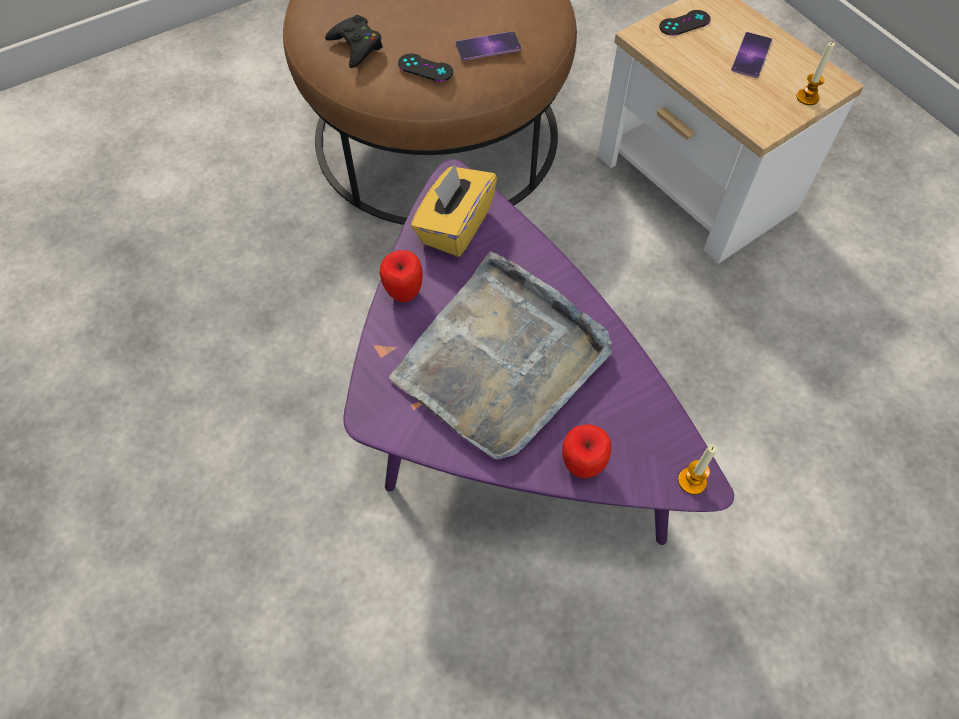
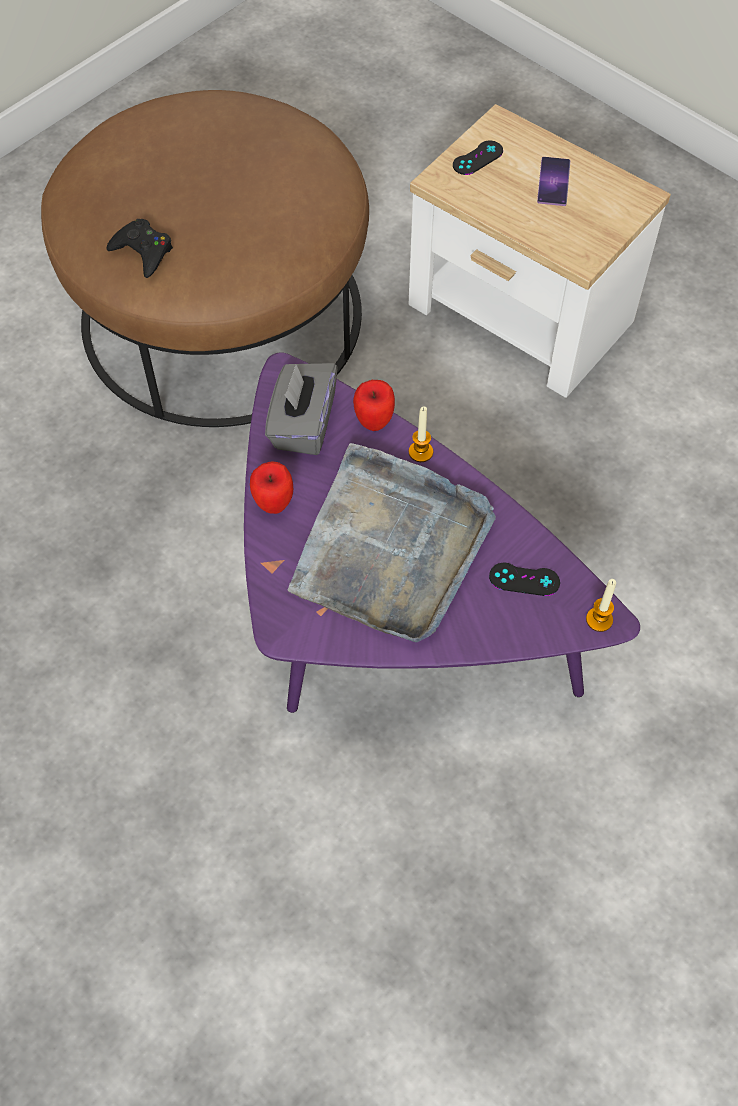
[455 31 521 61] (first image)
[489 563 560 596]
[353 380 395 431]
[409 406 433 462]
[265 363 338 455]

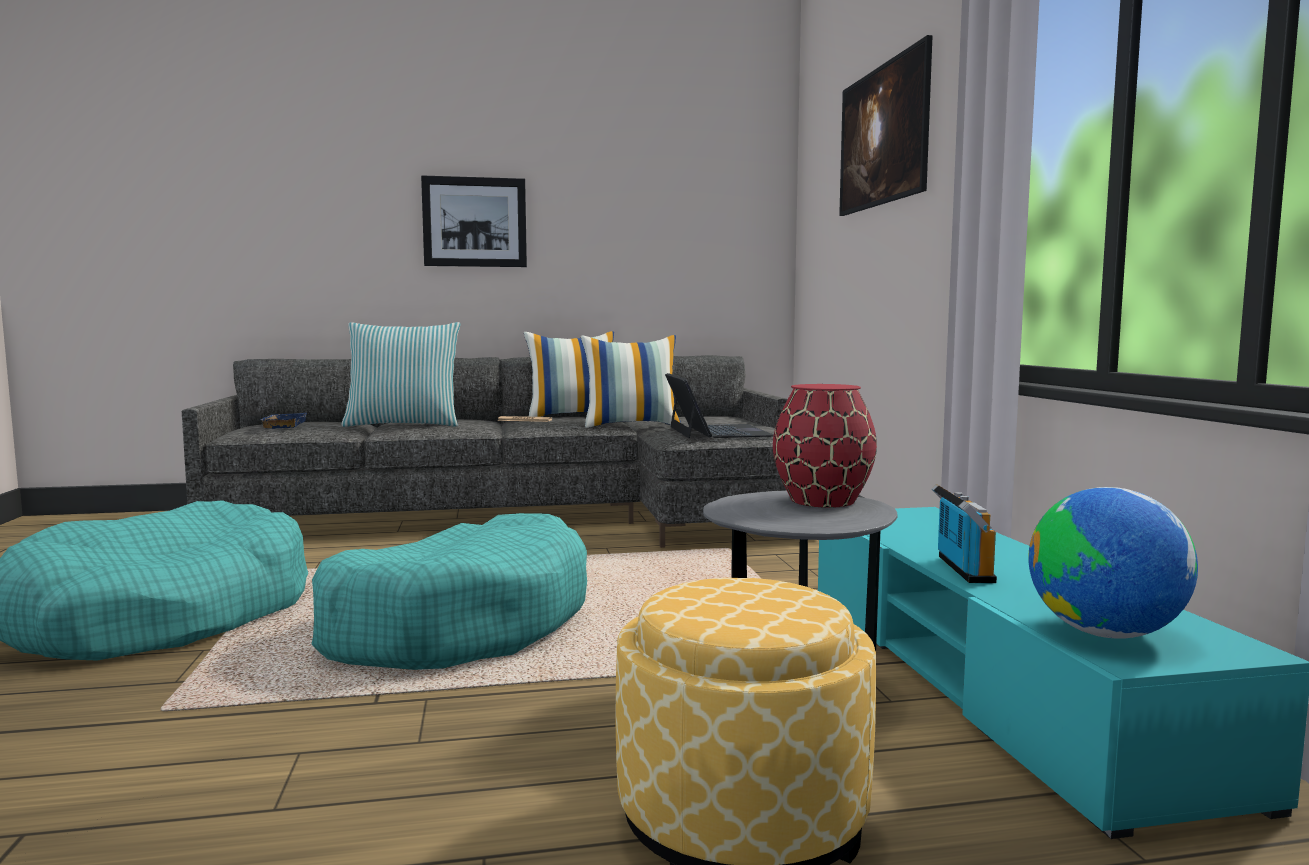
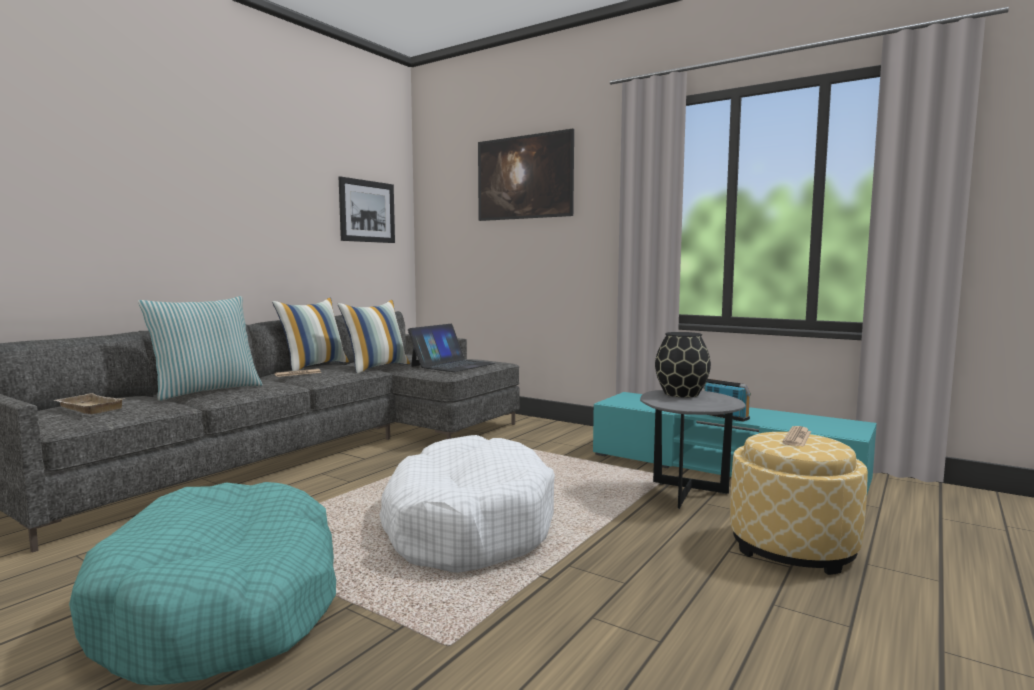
[1028 487 1198 639] (first image)
[782 426 811 447]
[339 176 395 243]
[53 393 125 414]
[379 435 555 573]
[655 332 711 398]
[408 324 495 372]

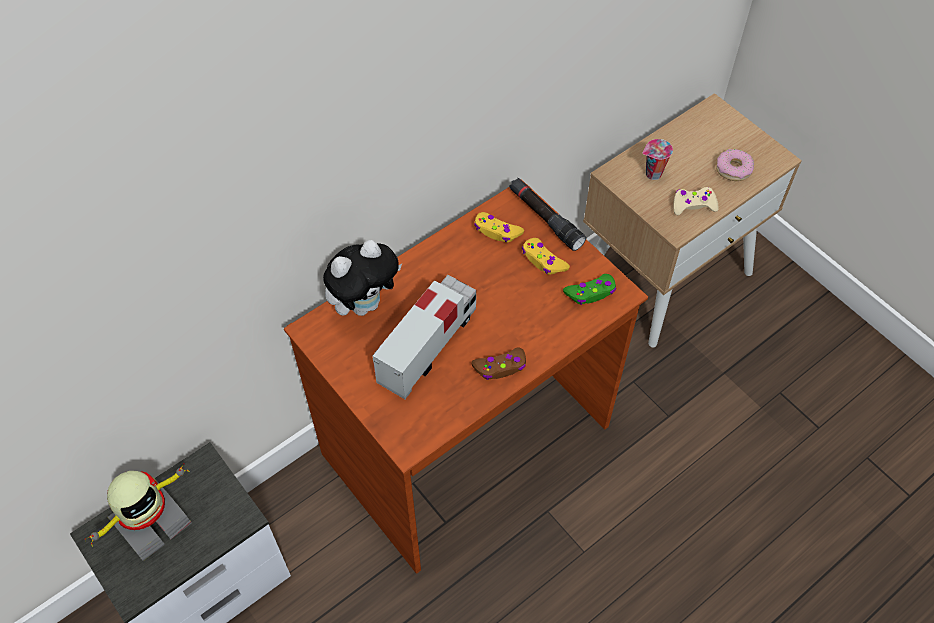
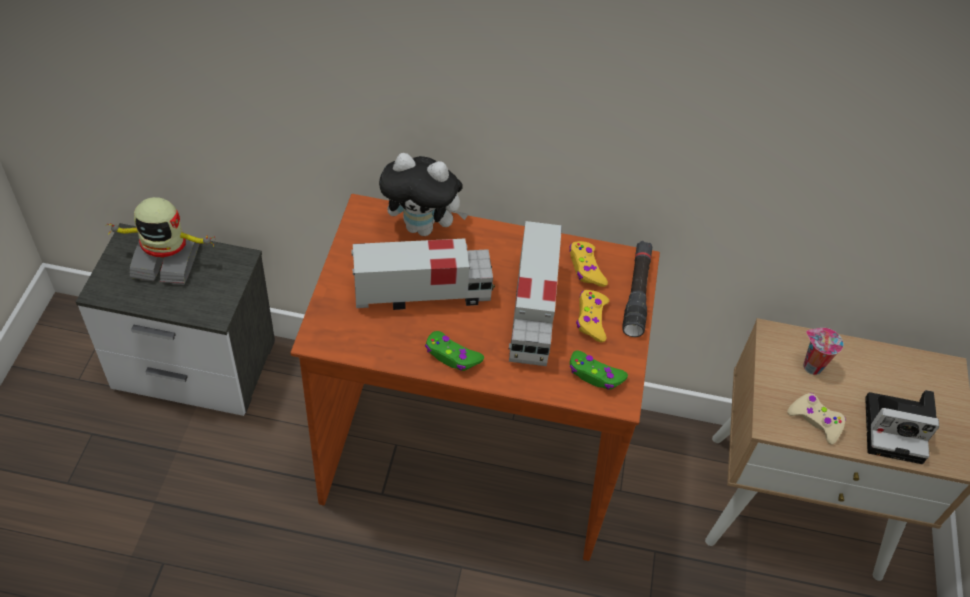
[509 221 562 366]
[865 390 939 464]
[425 331 484 371]

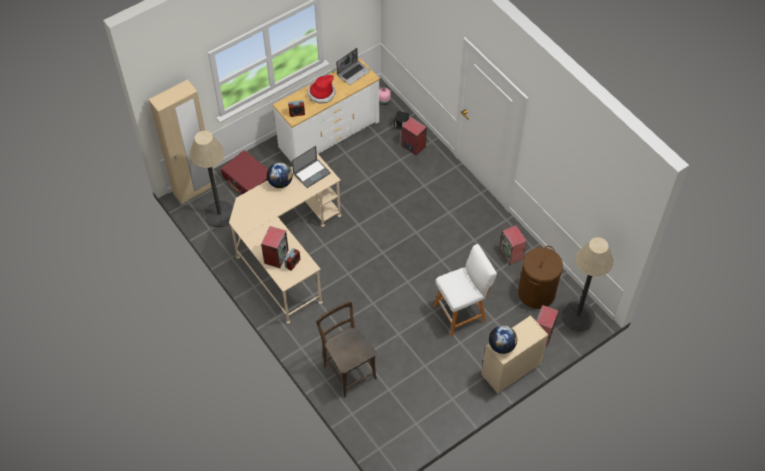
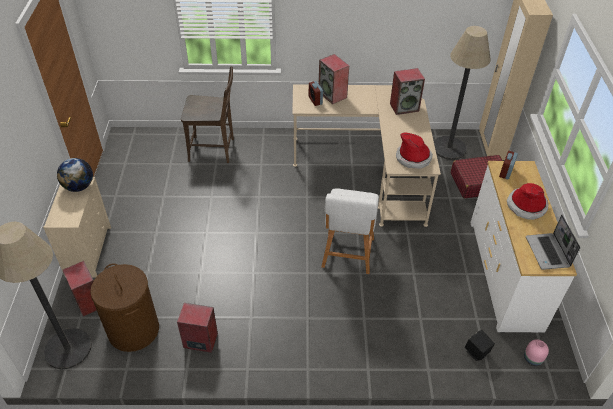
[267 162 293 188] (first image)
[390 68 425 115]
[321 188 379 274]
[396 132 433 168]

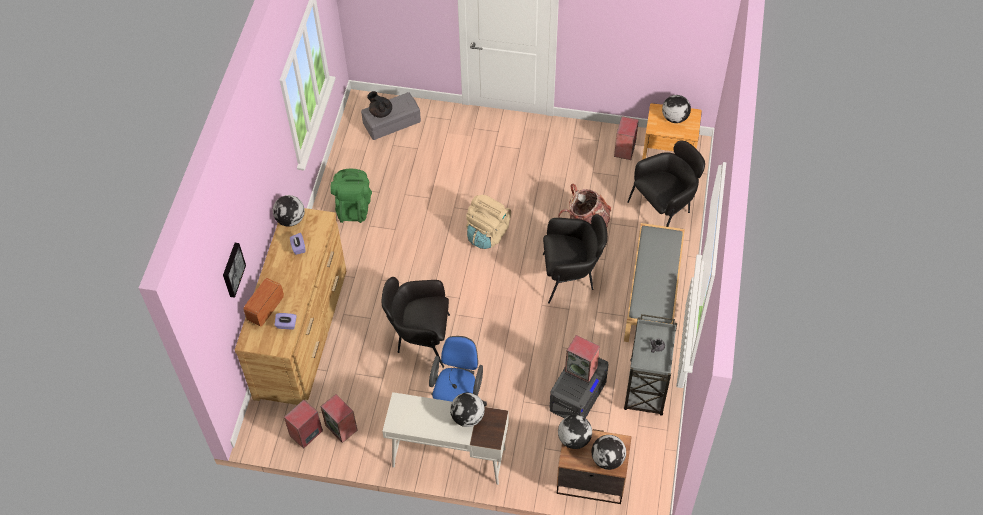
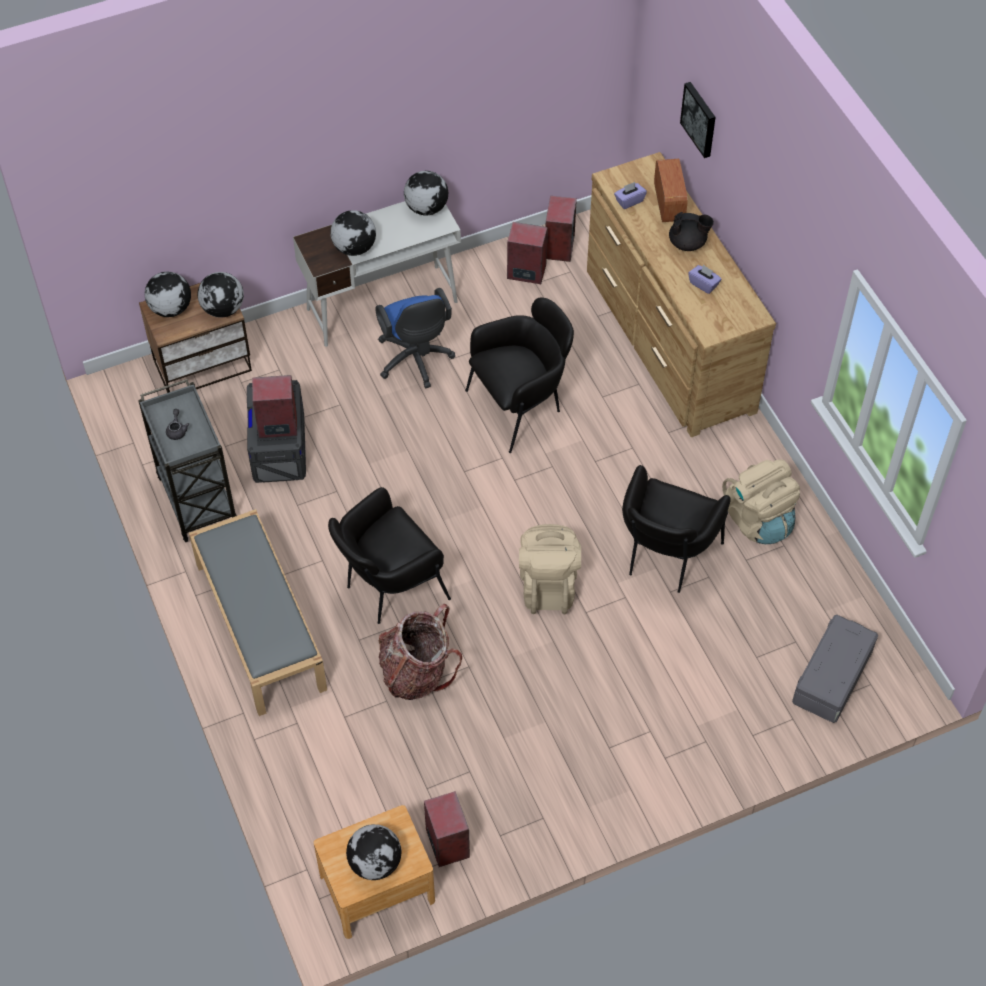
[404 171 448 215]
[669 212 714 251]
[622 465 731 593]
[722 459 800 544]

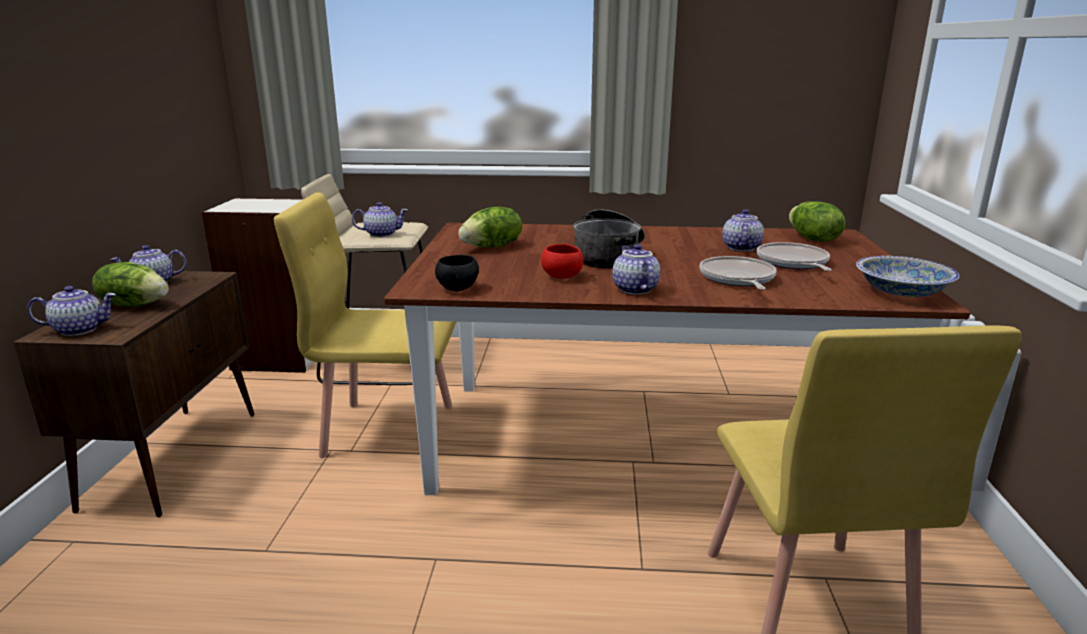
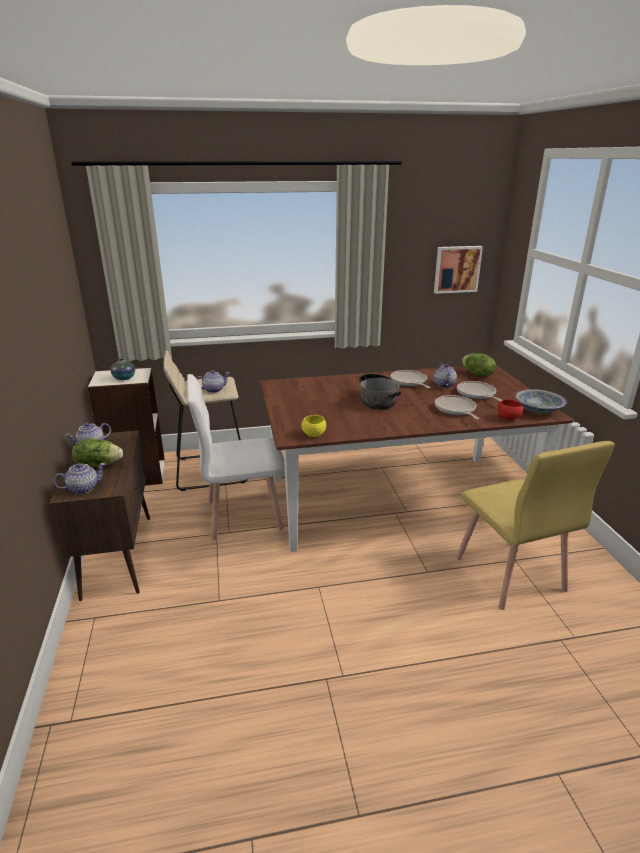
[458 207 522 248] (first image)
[612 244 661 295] (first image)
[111 359 135 380]
[391 370 430 388]
[434 246 483 294]
[497 399 523 420]
[187 374 285 540]
[301 415 326 437]

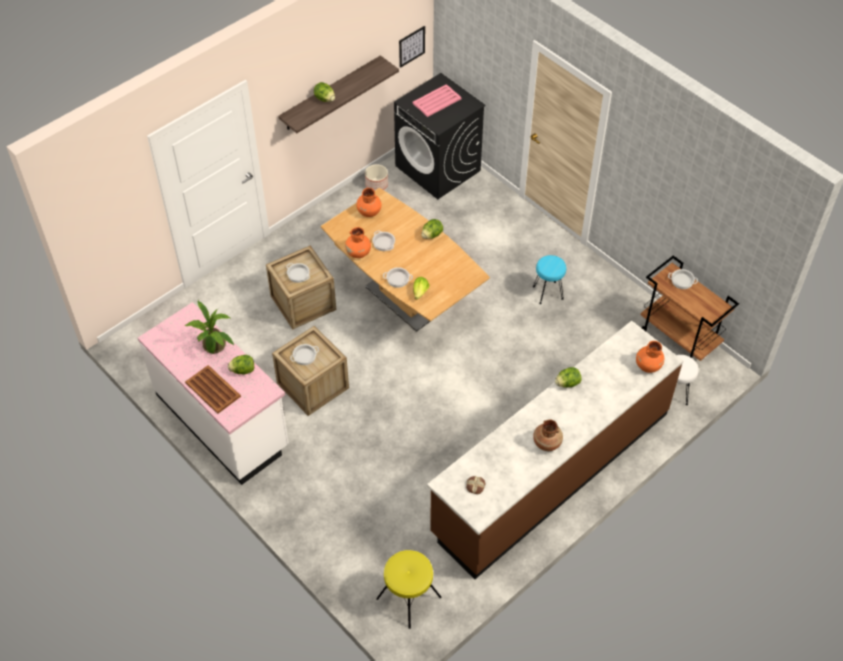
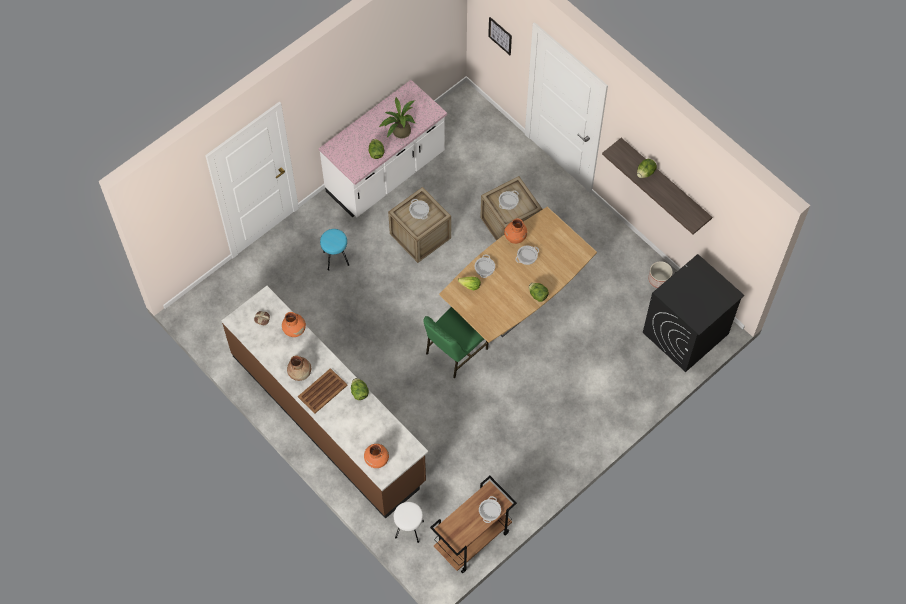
[376 550 442 629] (first image)
[413 84 461 117] (first image)
[424 307 488 378]
[298 368 348 414]
[282 312 306 337]
[488 17 512 55]
[320 229 350 270]

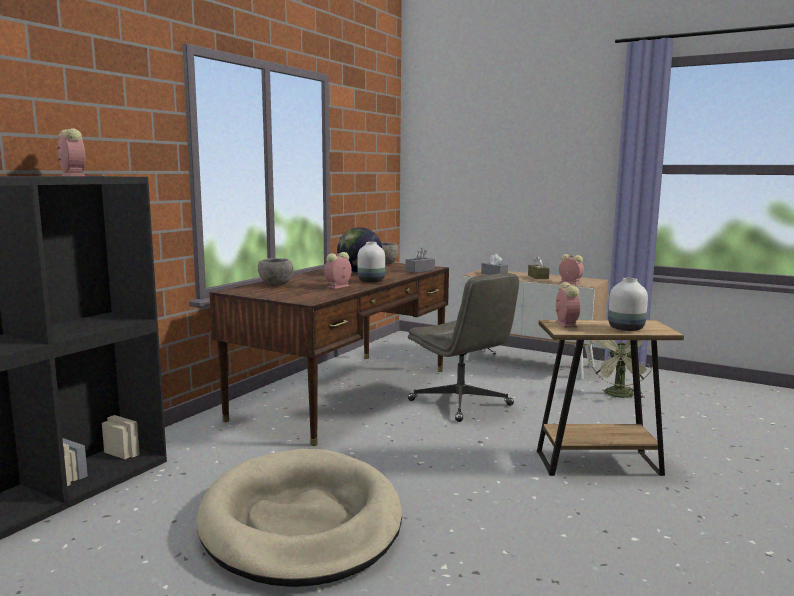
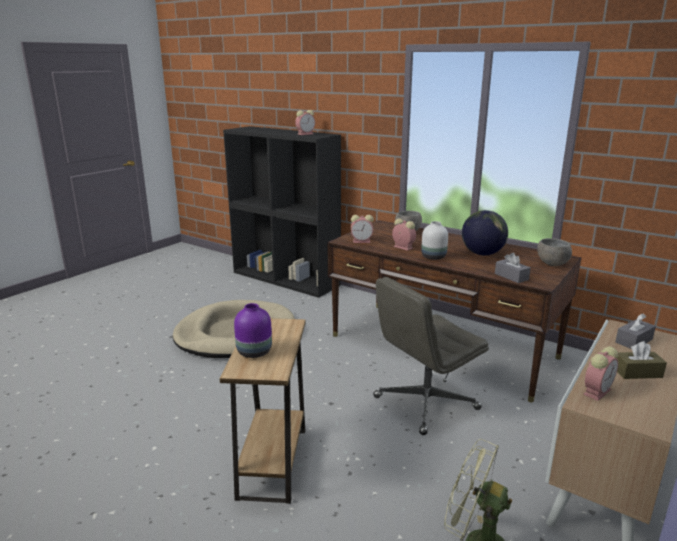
[351 215 374 243]
[234 303 272 358]

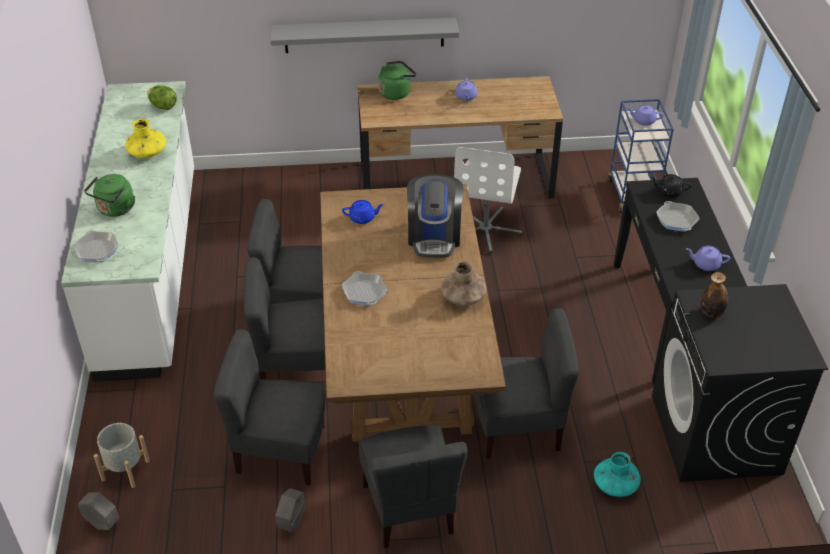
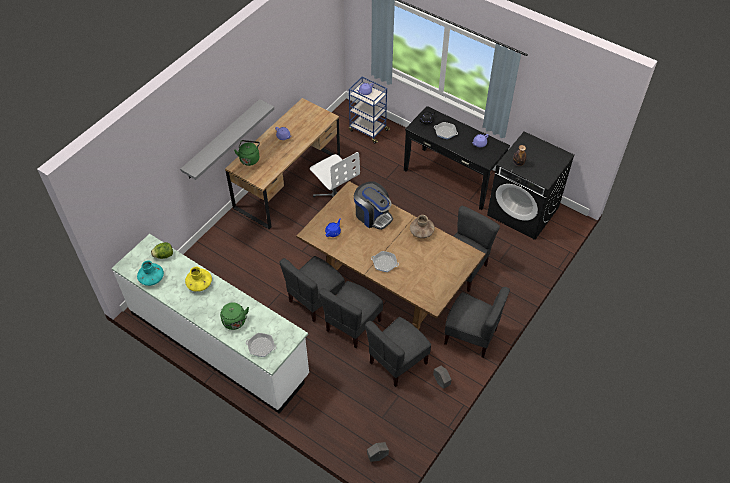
[94 423 150 488] (first image)
[137 260 164 286]

